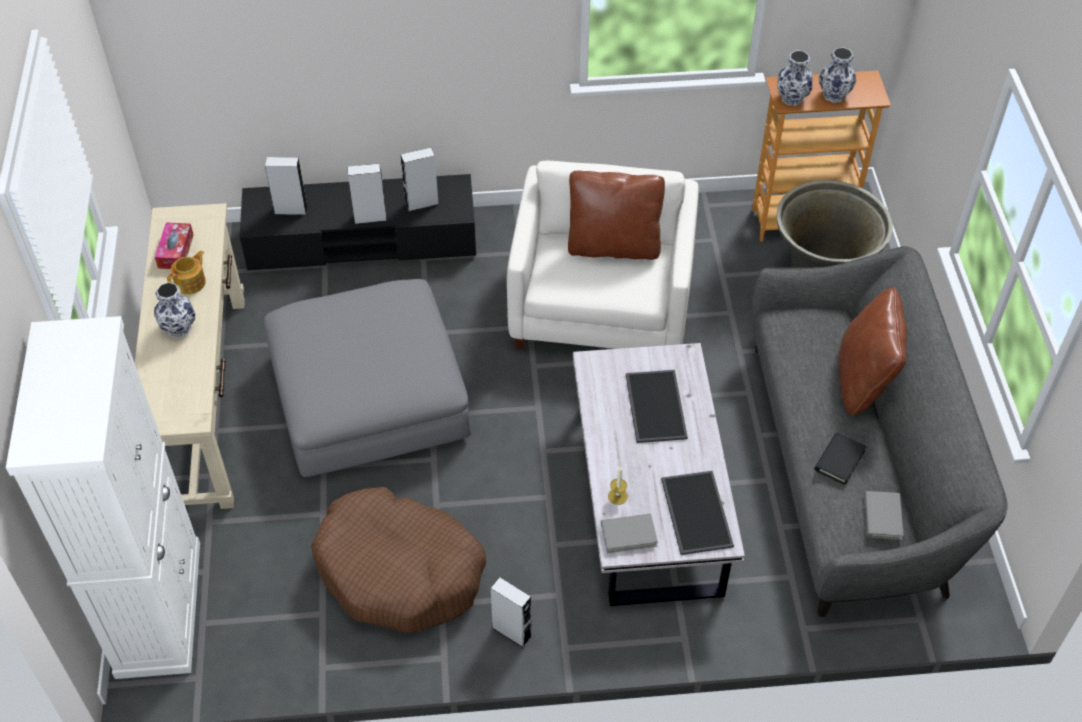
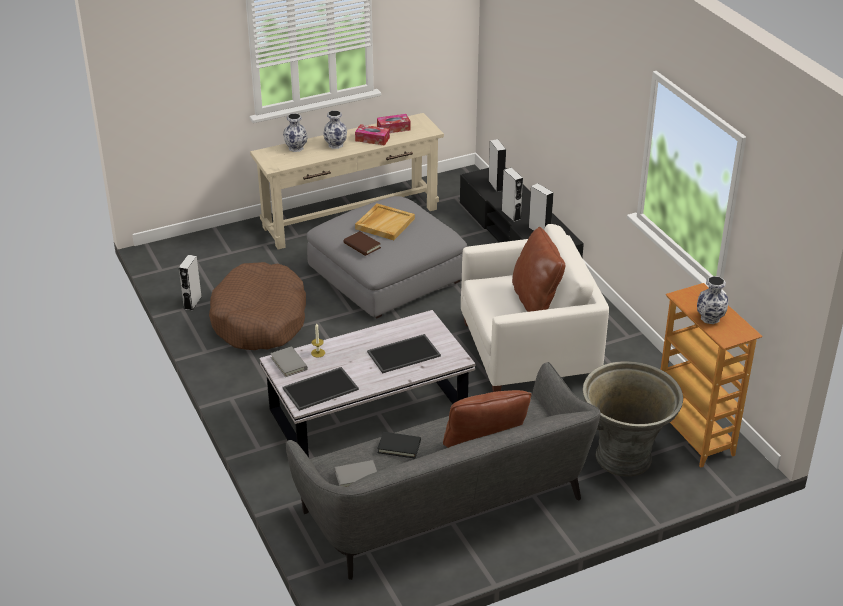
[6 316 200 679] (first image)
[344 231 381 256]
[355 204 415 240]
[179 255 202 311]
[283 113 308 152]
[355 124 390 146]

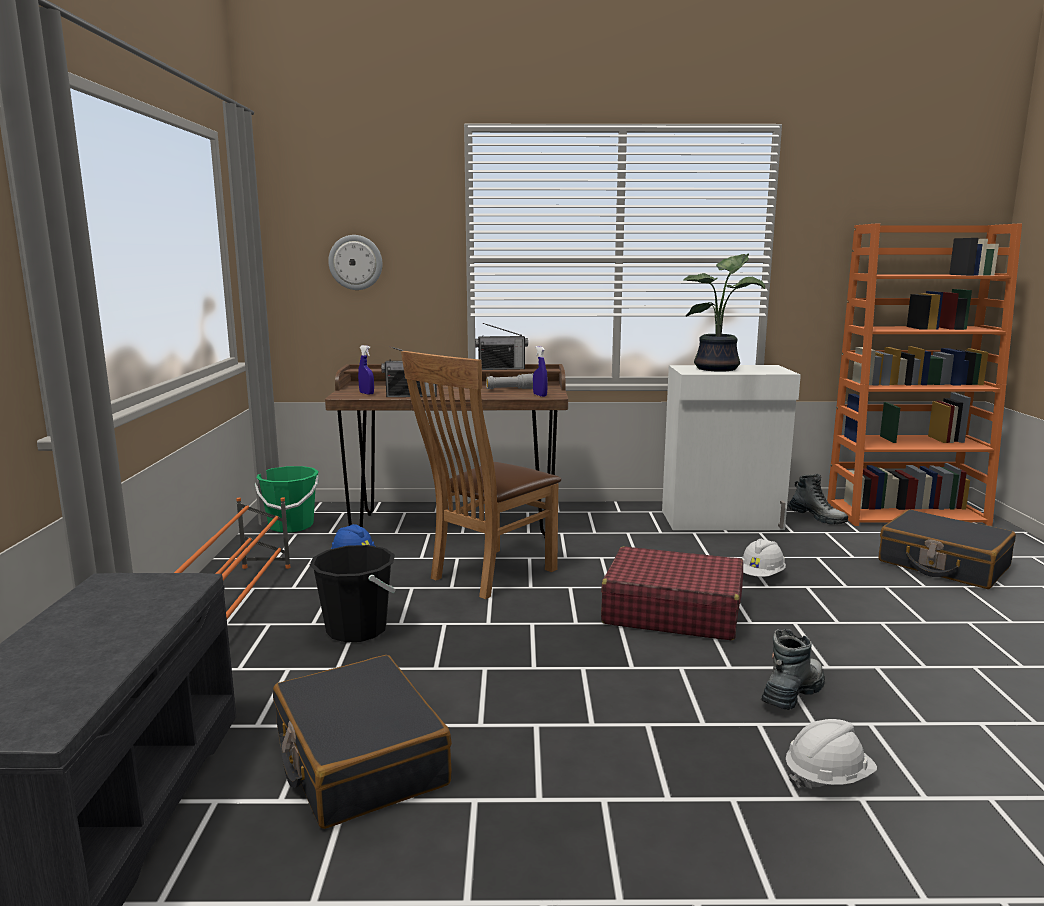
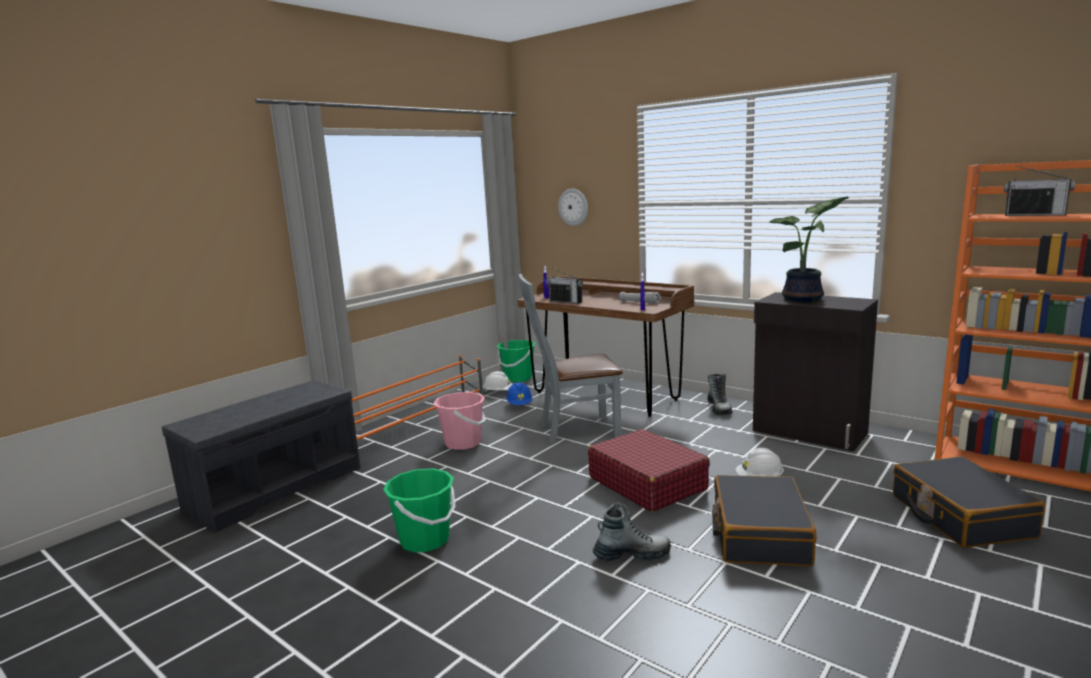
[383 468 456 552]
[712 475 817 566]
[1004 166 1075 216]
[483 371 512 392]
[707 373 733 415]
[434 392 485 450]
[519 274 623 445]
[753 292 878 452]

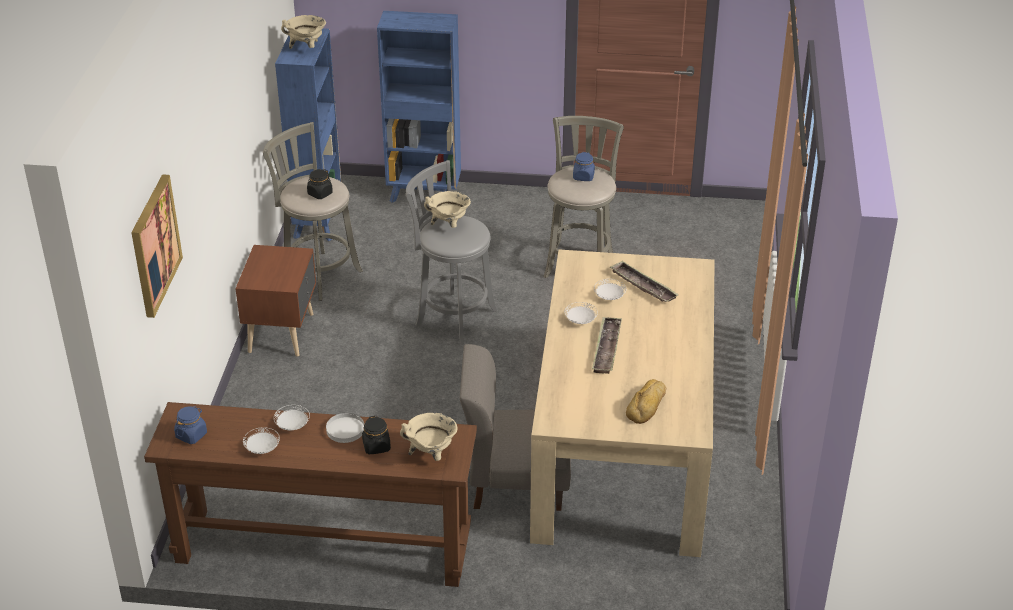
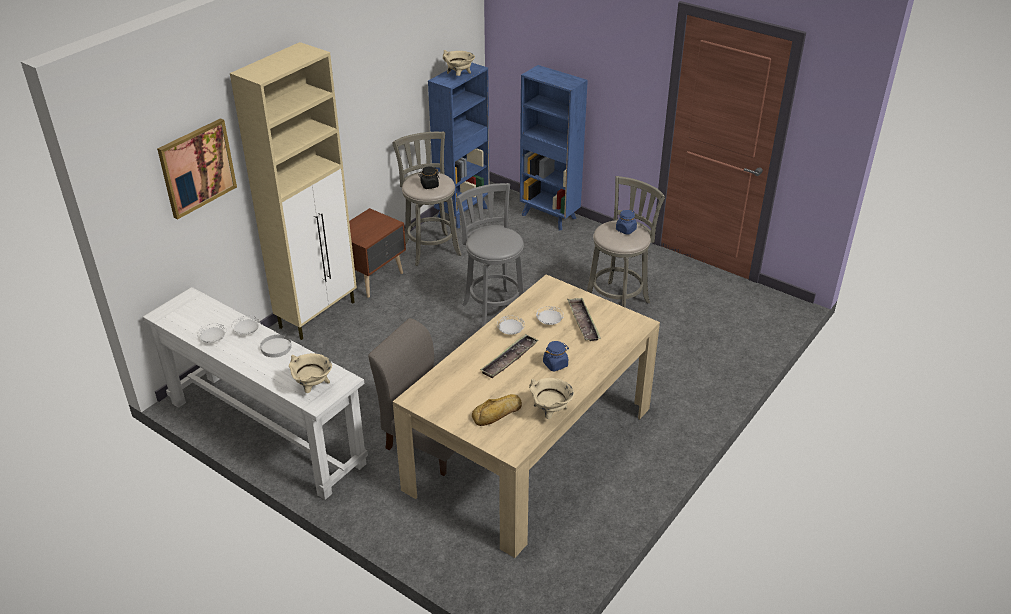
[362 416 391 454] (first image)
[230 42 357 340]
[543 341 569 372]
[529 378 574 419]
[143 287 368 500]

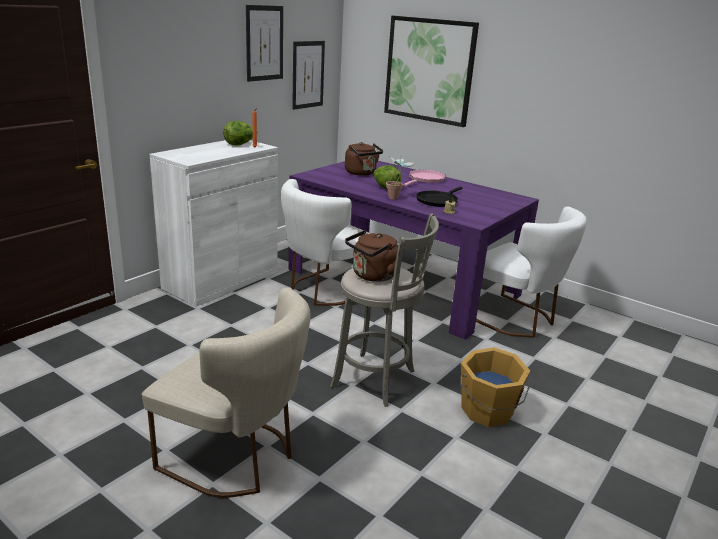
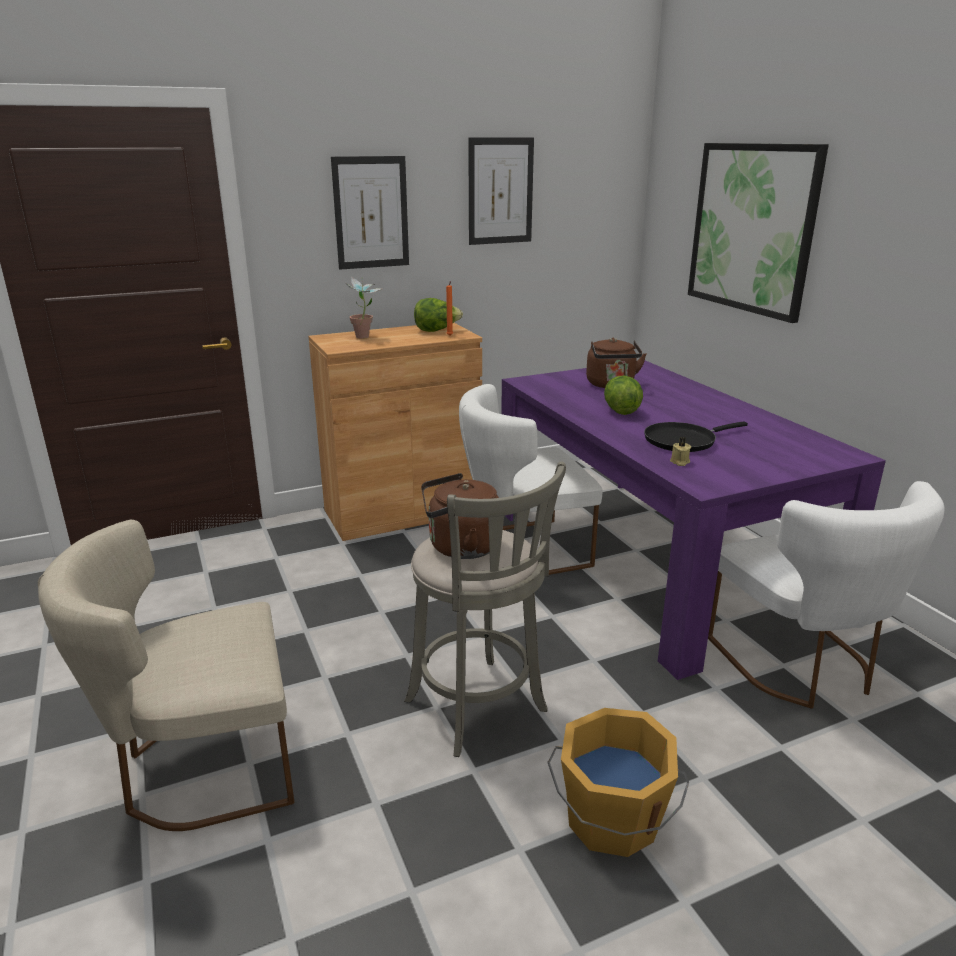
[403 170 446 186] (first image)
[331 156 409 270]
[346 276 383 339]
[308 323 482 541]
[38 520 294 831]

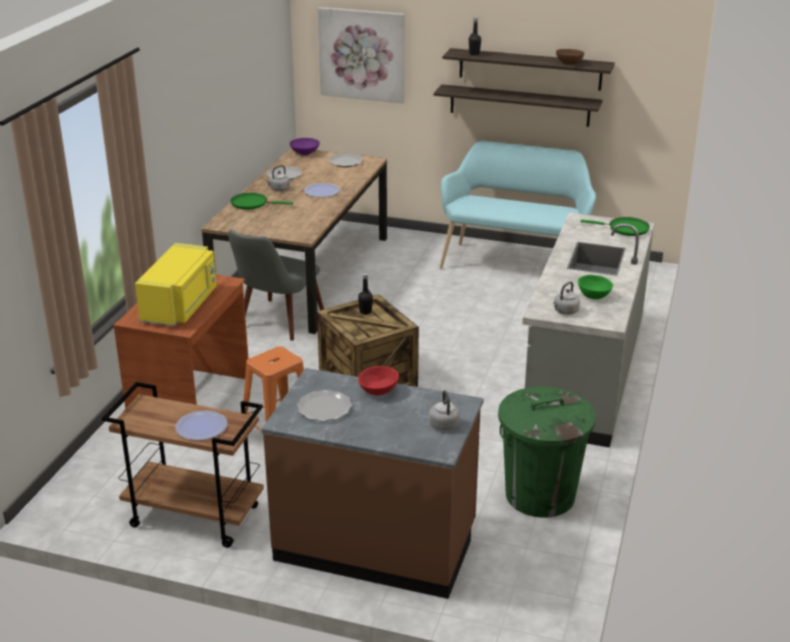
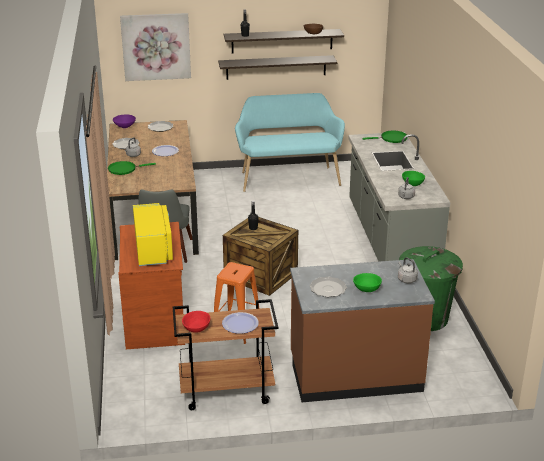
[353 273 382 292]
[182 311 210 333]

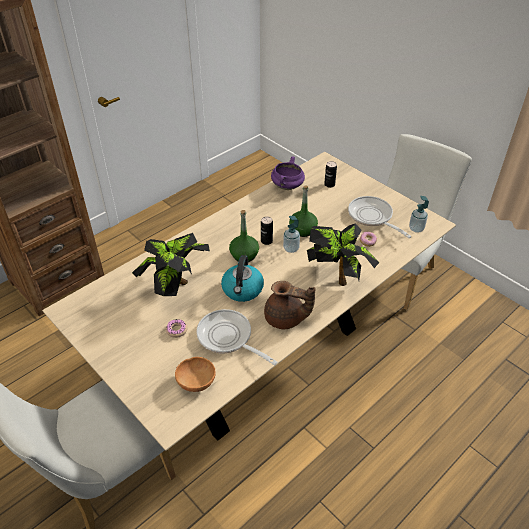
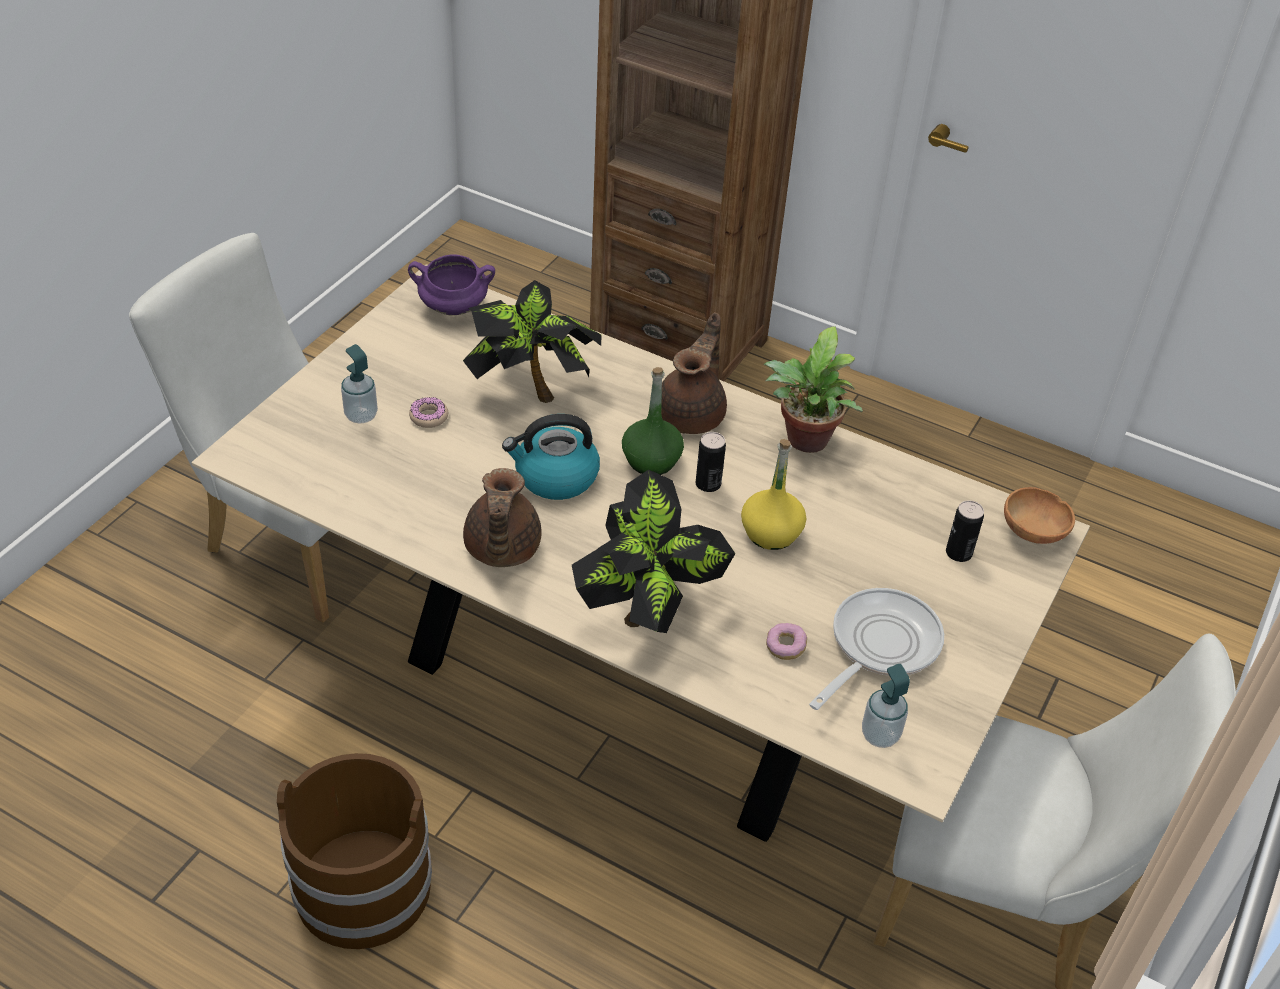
[196 309 277 365] (first image)
[277 753 432 949]
[661 312 727 434]
[764 326 863 453]
[1004 487 1075 544]
[408 255 495 316]
[341 344 378 424]
[741 439 806 550]

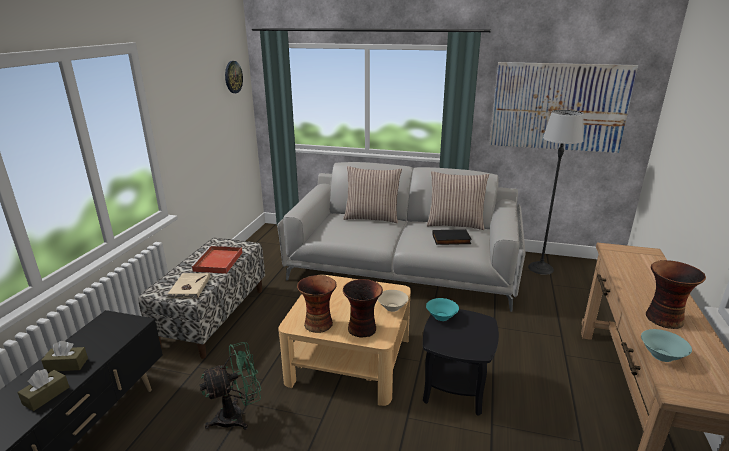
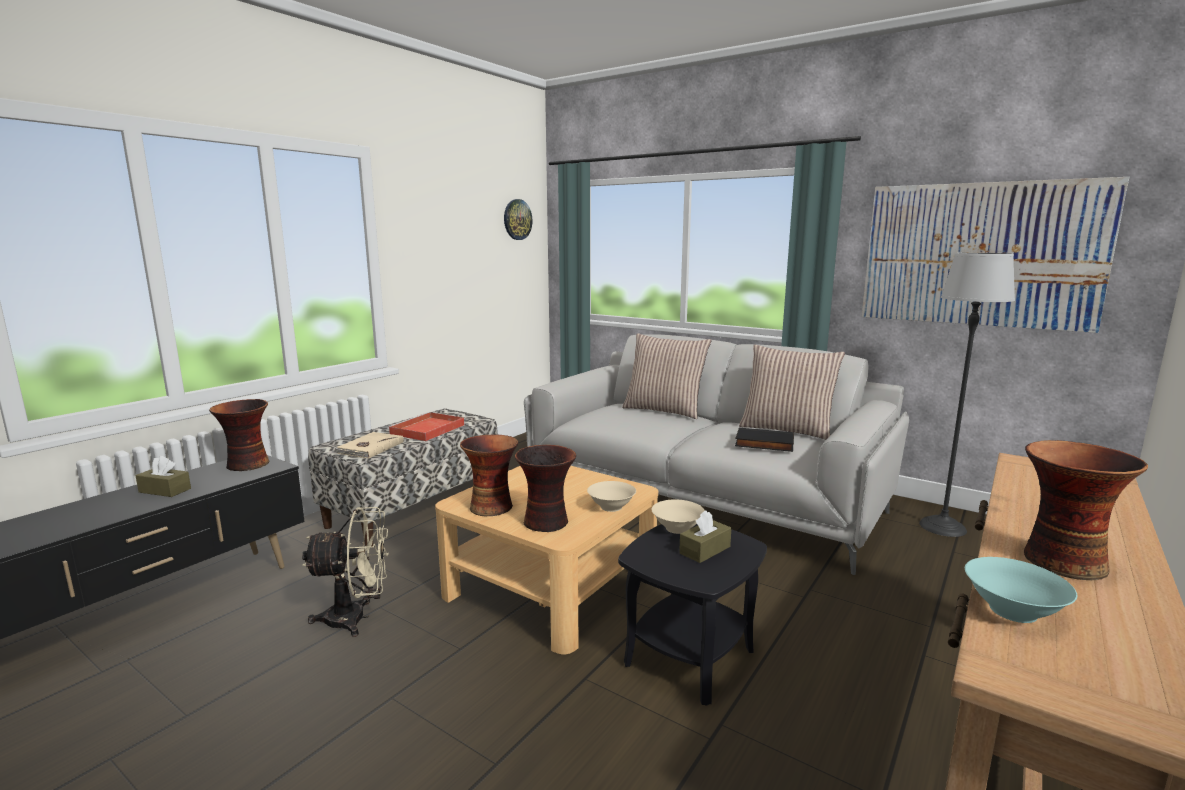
[209 399 269 471]
[679 510 731 563]
[302 507 389 637]
[651 499 705 534]

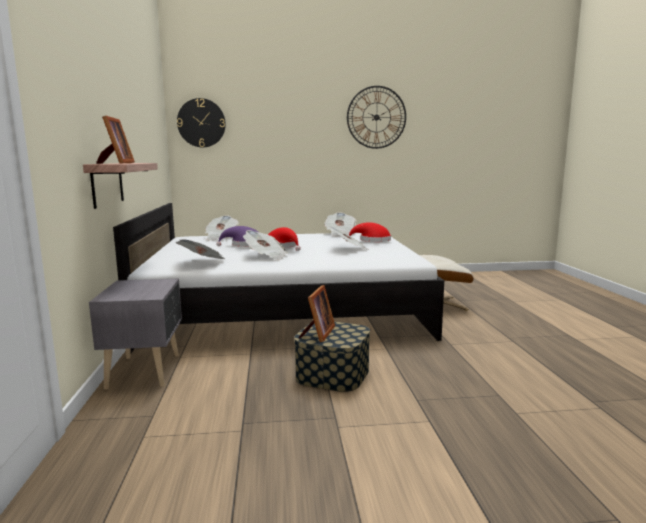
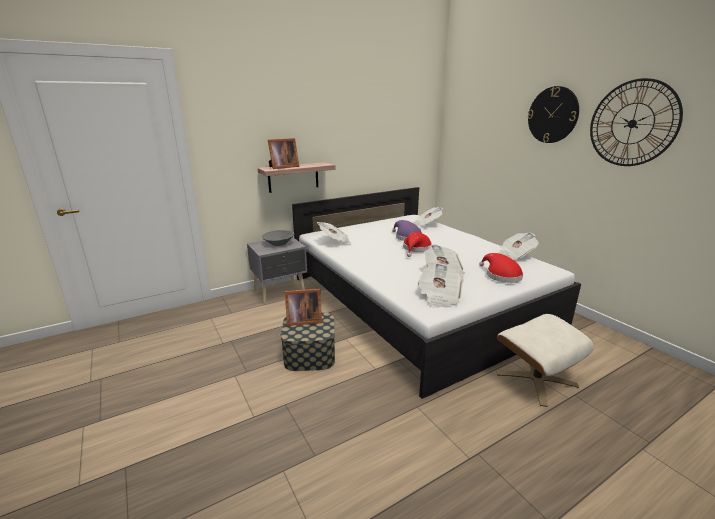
[262 230 294 246]
[528 86 579 143]
[418 263 464 308]

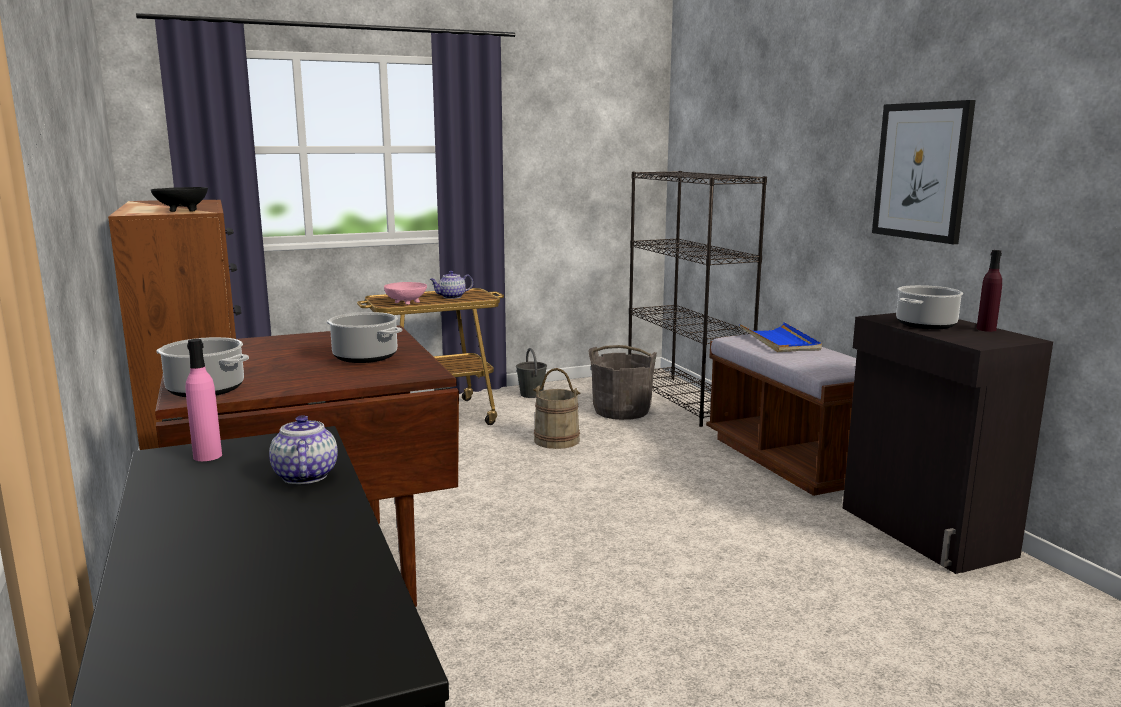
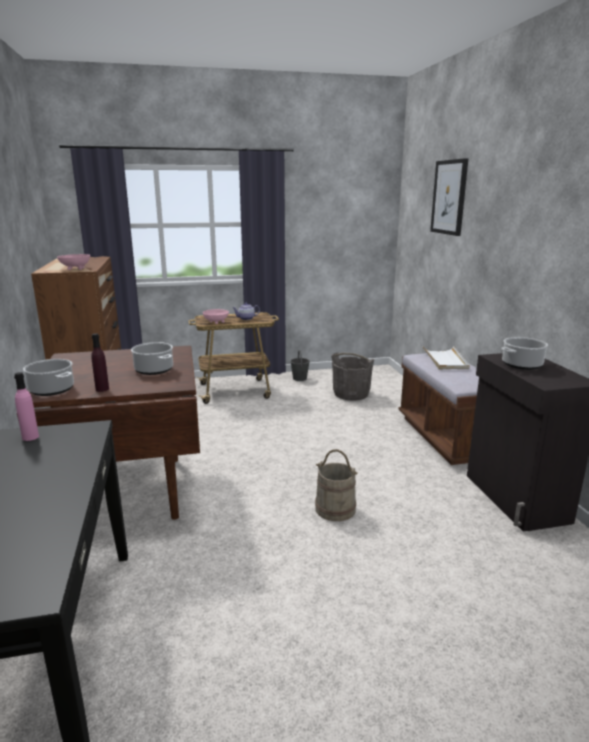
[269 415 338 484] (first image)
[628 171 767 427] (first image)
[315 449 358 521]
[430 158 469 236]
[91 333 109 392]
[57 254 90 270]
[423 346 470 369]

